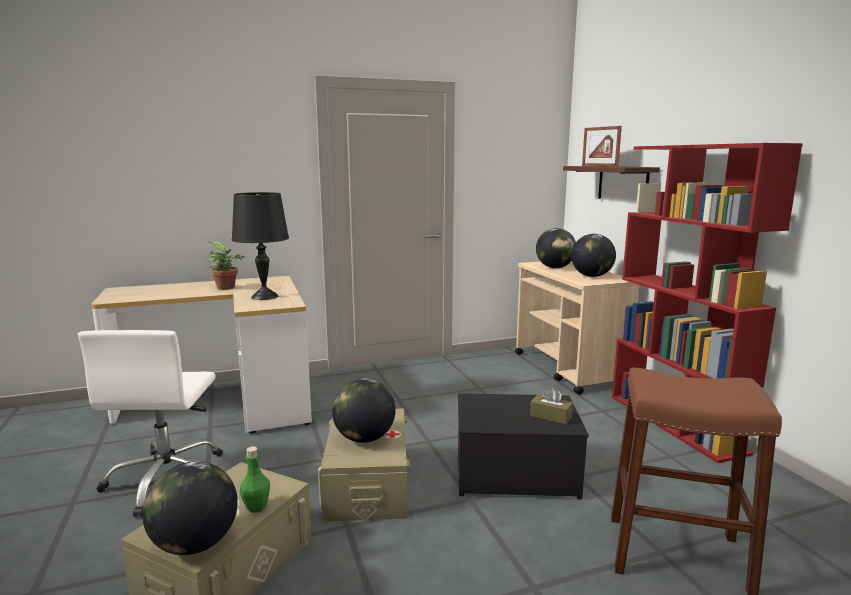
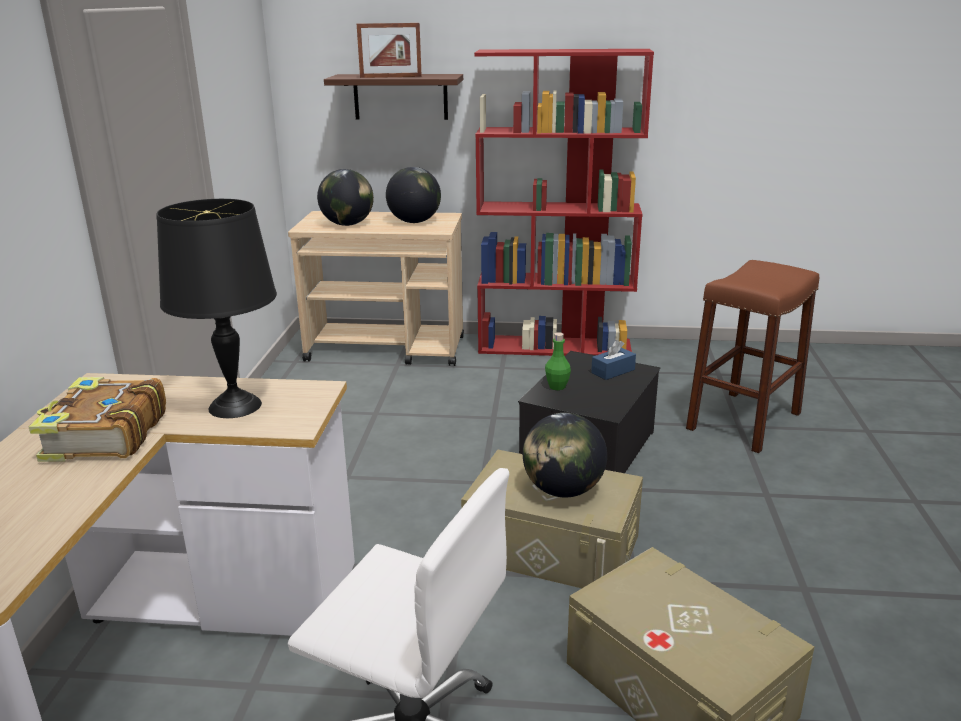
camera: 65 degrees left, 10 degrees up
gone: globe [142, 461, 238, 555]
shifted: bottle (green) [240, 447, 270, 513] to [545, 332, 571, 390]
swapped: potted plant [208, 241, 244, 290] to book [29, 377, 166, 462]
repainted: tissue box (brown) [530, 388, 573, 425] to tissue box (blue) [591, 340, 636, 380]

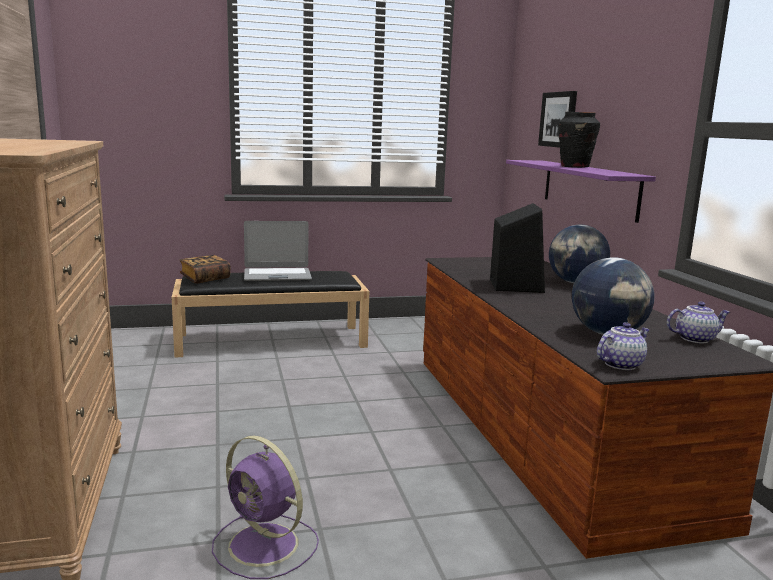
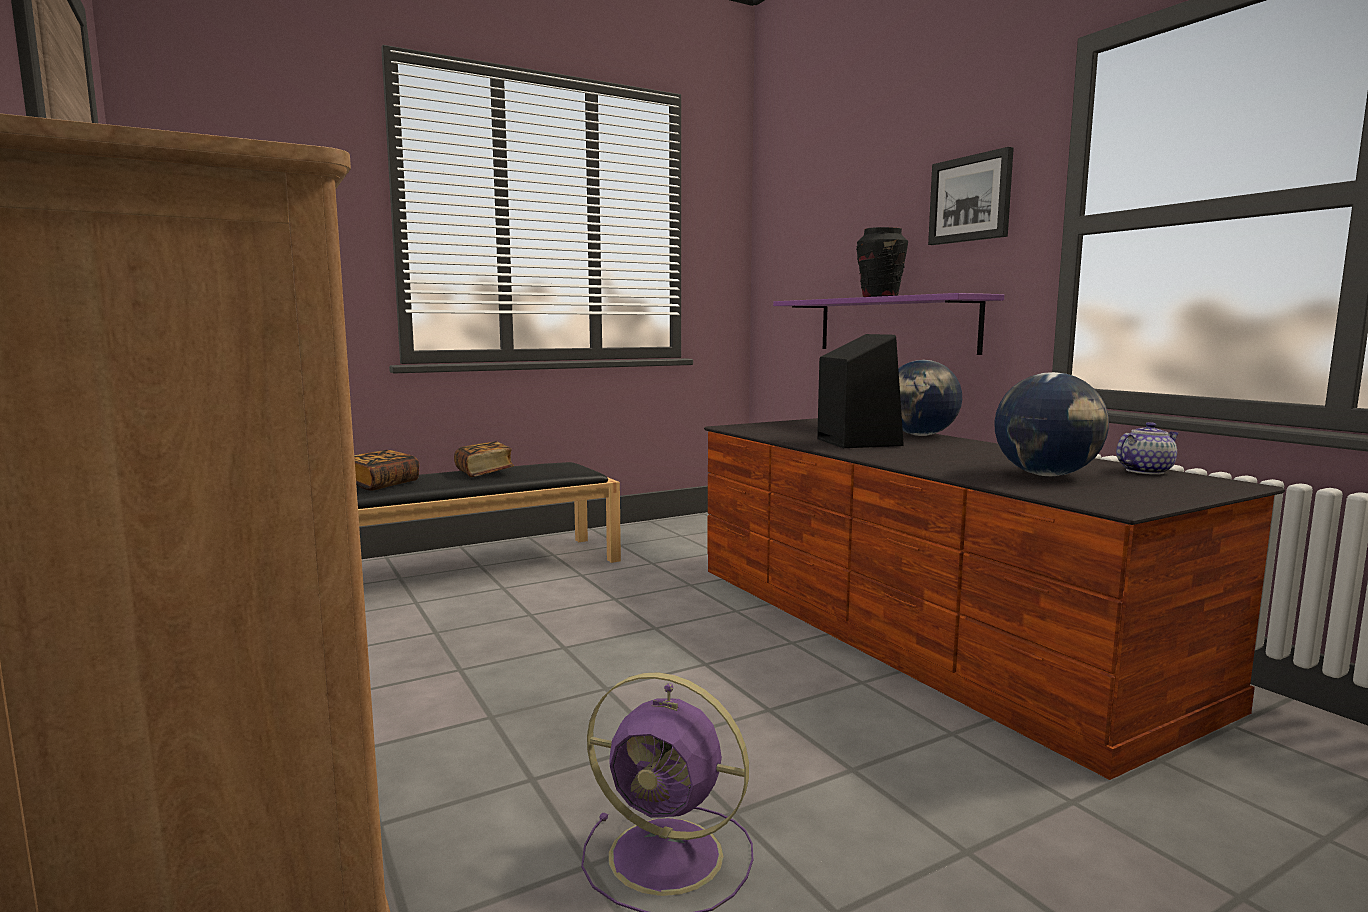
camera: 15 degrees left, 5 degrees down
gone: teapot [597, 322, 650, 370]
shifted: picture [538, 91, 577, 148] to [928, 147, 1014, 245]
swapped: laptop [244, 221, 312, 281] to book [454, 441, 514, 477]

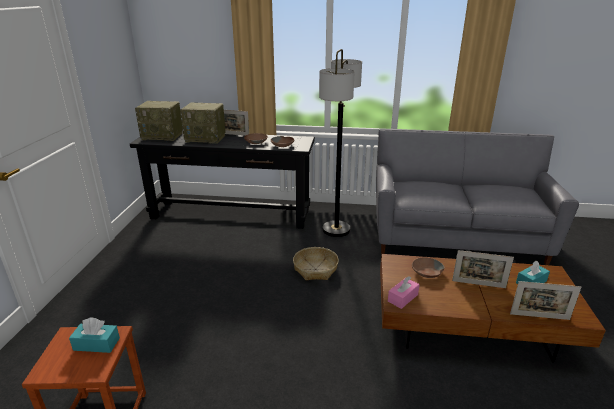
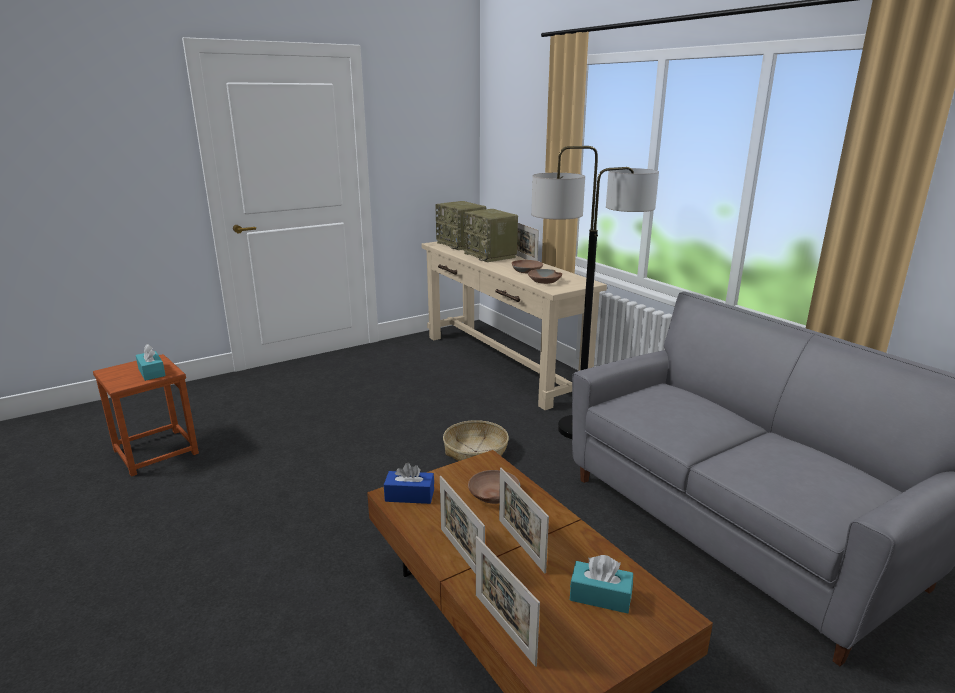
camera: 50 degrees right, 5 degrees down
new: picture frame [440, 476, 485, 574]
repainted: tissue box (pink) [388, 276, 420, 309] to tissue box (blue) [384, 463, 434, 504]; console table (black) [130, 131, 315, 229] to console table (beige) [421, 242, 607, 410]

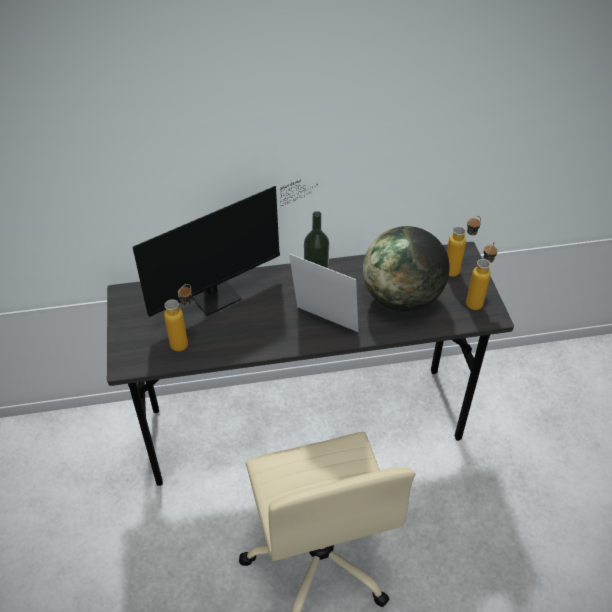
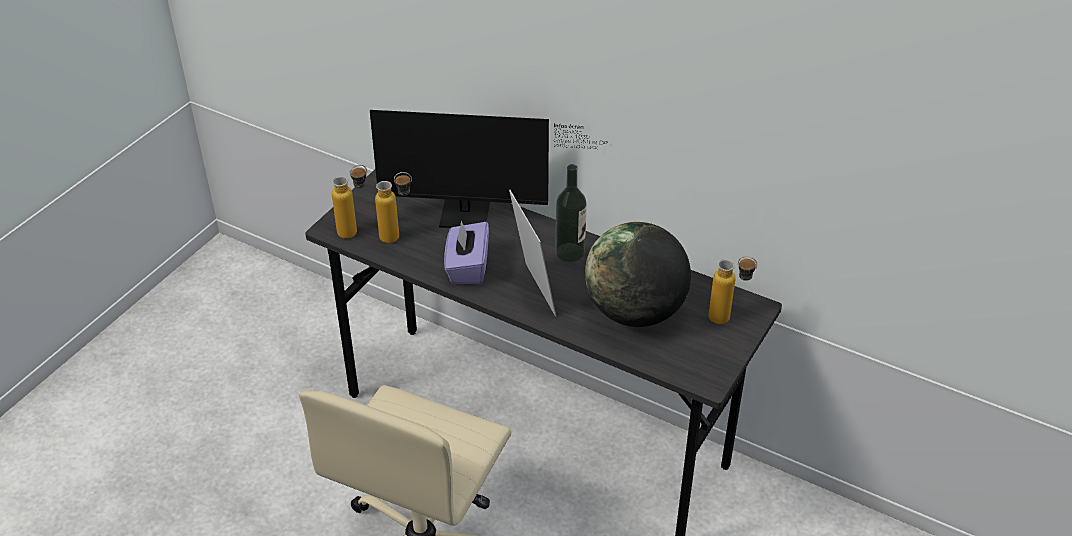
camera: 40 degrees right, 5 degrees down
new: tissue box (purple) [444, 220, 489, 284]
shifted: bottle [466, 242, 498, 310] to [332, 165, 367, 239]

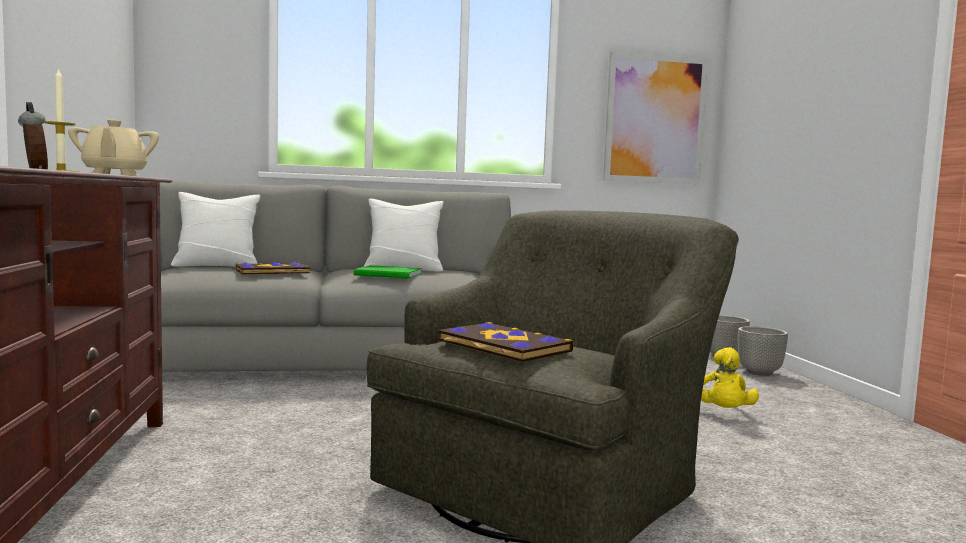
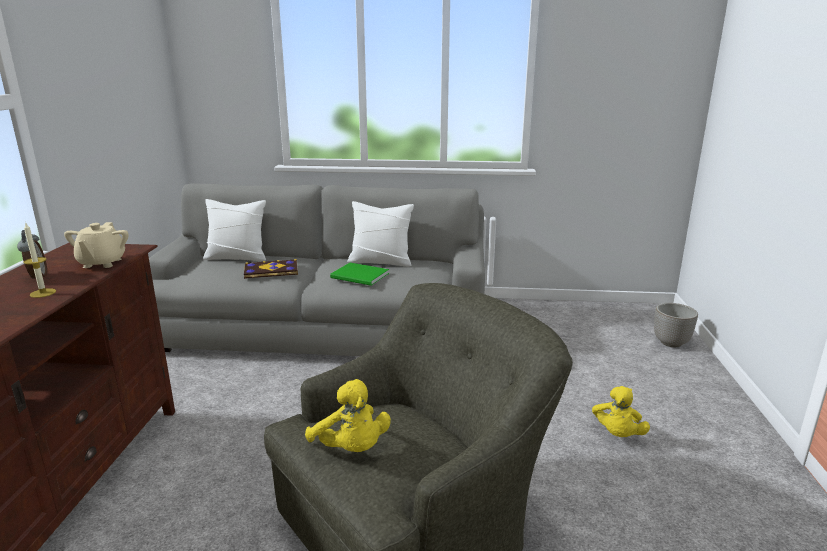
camera: 15 degrees right, 15 degrees up
gone: picture [603, 52, 708, 184]; planter [738, 326, 788, 376]
swapped: book [438, 322, 574, 362] to plush toy (yellow) [305, 379, 391, 452]

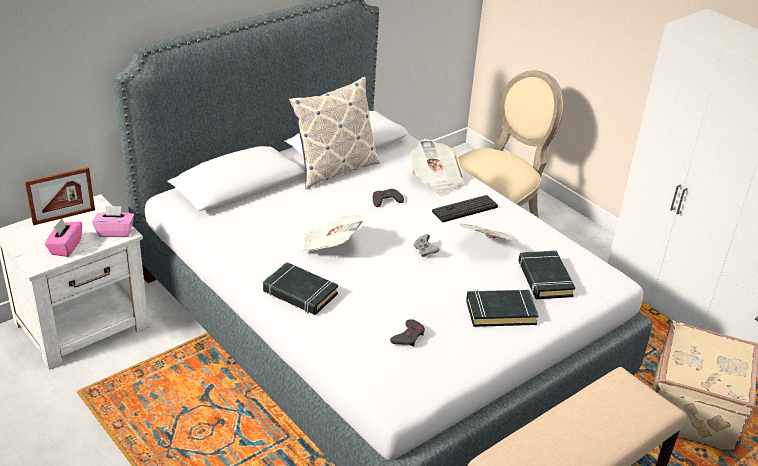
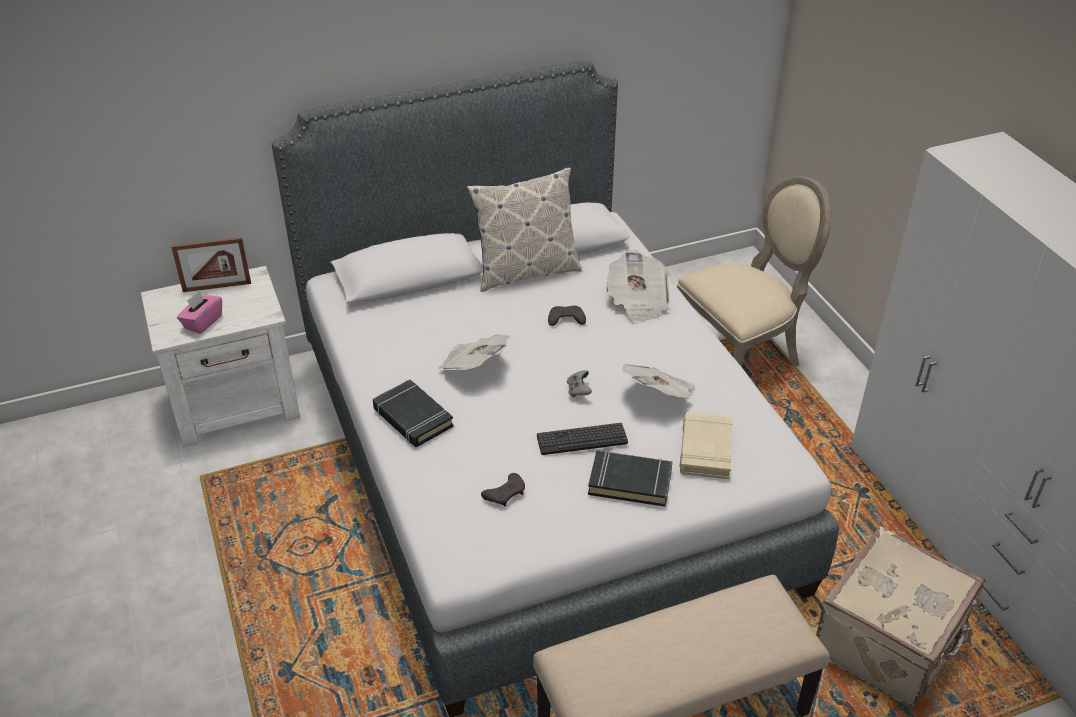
camera: 20 degrees right, 5 degrees up
gone: tissue box (pink) [92, 205, 134, 237]
shifted: keyboard [432, 195, 498, 222] to [537, 423, 628, 455]
repainted: book (black) [518, 250, 575, 299] to book (beige) [680, 412, 733, 479]

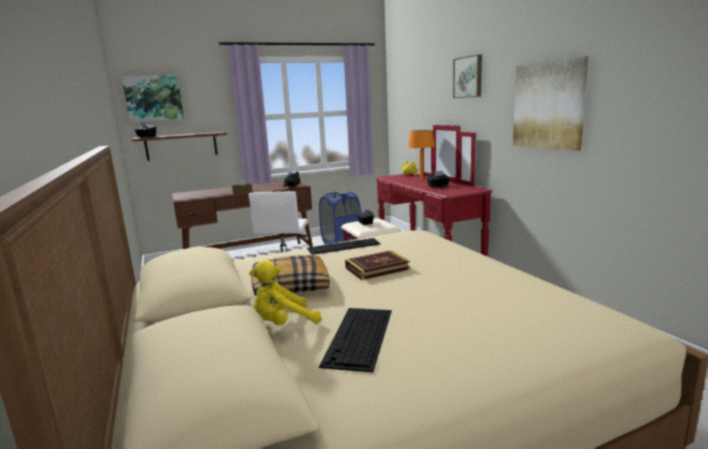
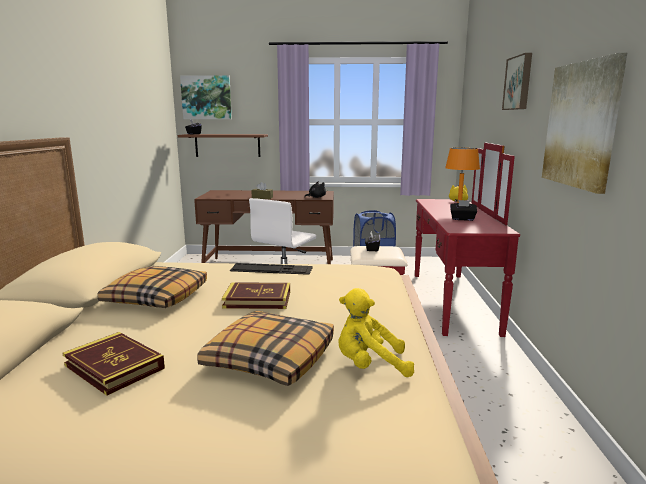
camera: 25 degrees right, 0 degrees up
new: pillow [197, 311, 334, 386]
shifted: plush toy (yellow) [249, 260, 321, 326] to [338, 288, 414, 377]
swapped: keyboard [319, 308, 392, 372] to book [63, 332, 165, 396]

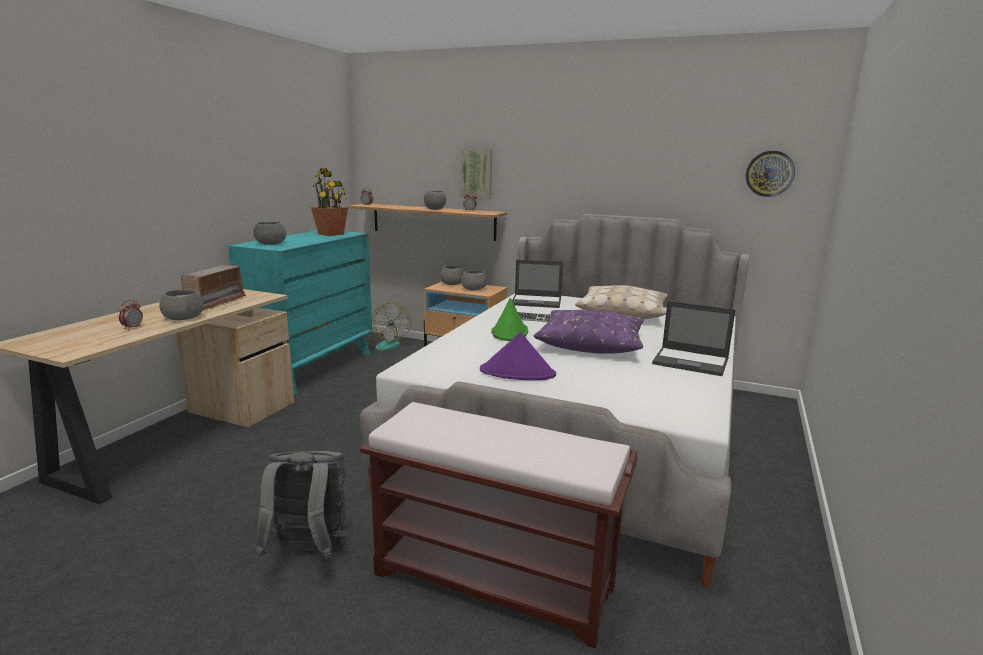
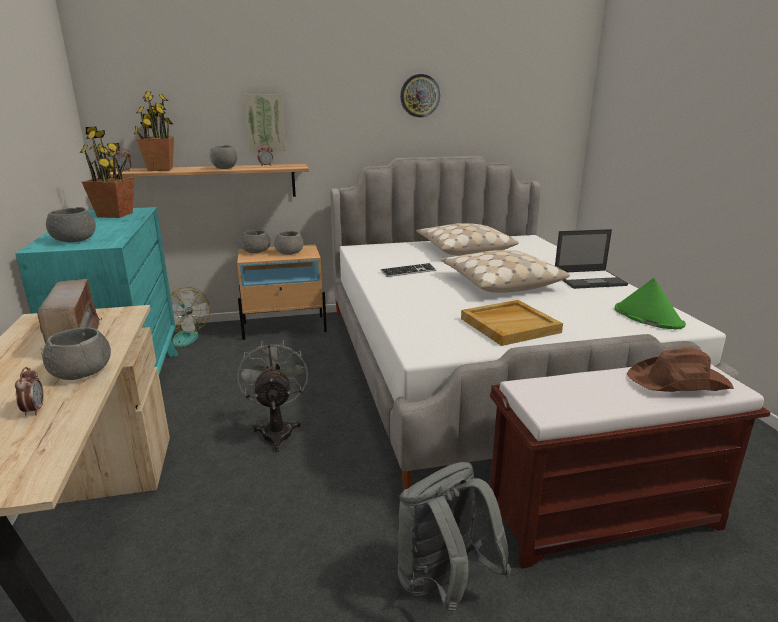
camera: 35 degrees left, 5 degrees up
gone: laptop [512, 260, 563, 308]
new: potted plant [134, 91, 174, 171]; fan (grey) [237, 340, 308, 452]; hat (brown) [627, 347, 734, 392]
shifted: wall clock [746, 151, 795, 197] to [400, 74, 440, 117]; hat (green) [491, 298, 528, 341] to [615, 278, 686, 329]
swapped: hat (purple) [480, 332, 556, 380] to tray (beige) [461, 300, 563, 346]
repainted: pillow (purple) [534, 310, 644, 354] to pillow (beige) [441, 250, 570, 293]

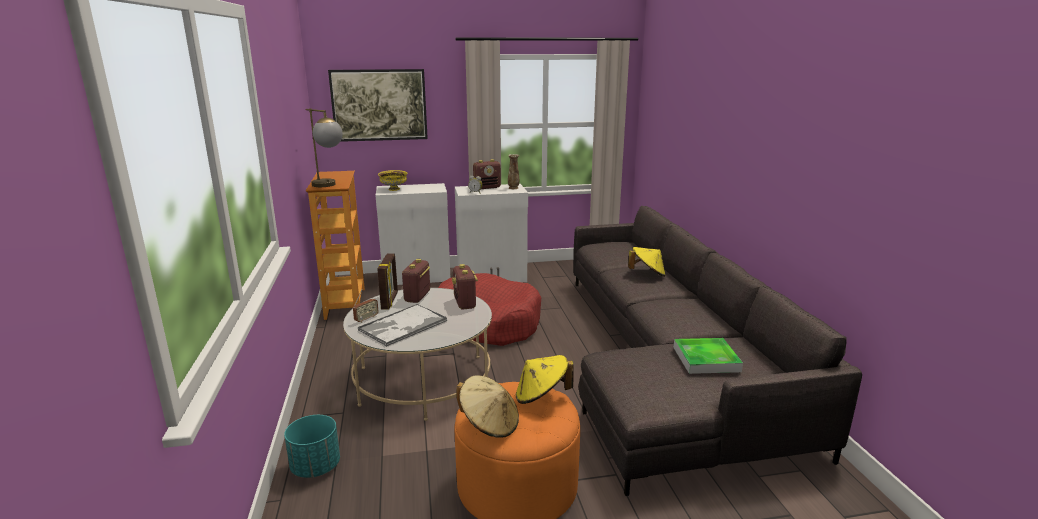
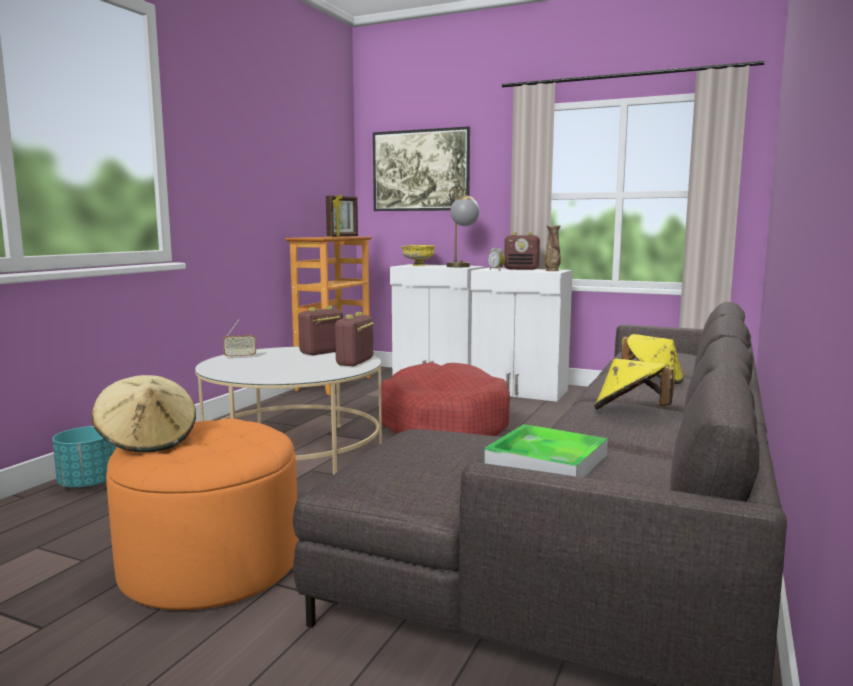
camera: 35 degrees right, 10 degrees down
gone: tray [358, 304, 447, 347]
shifted: picture frame [377, 254, 398, 310] to [326, 195, 358, 237]; table lamp [305, 108, 343, 187] to [447, 188, 480, 267]; hat (yellow) [516, 355, 574, 404] to [594, 359, 675, 409]

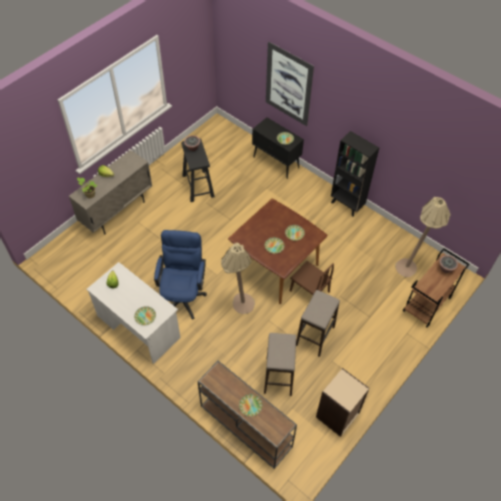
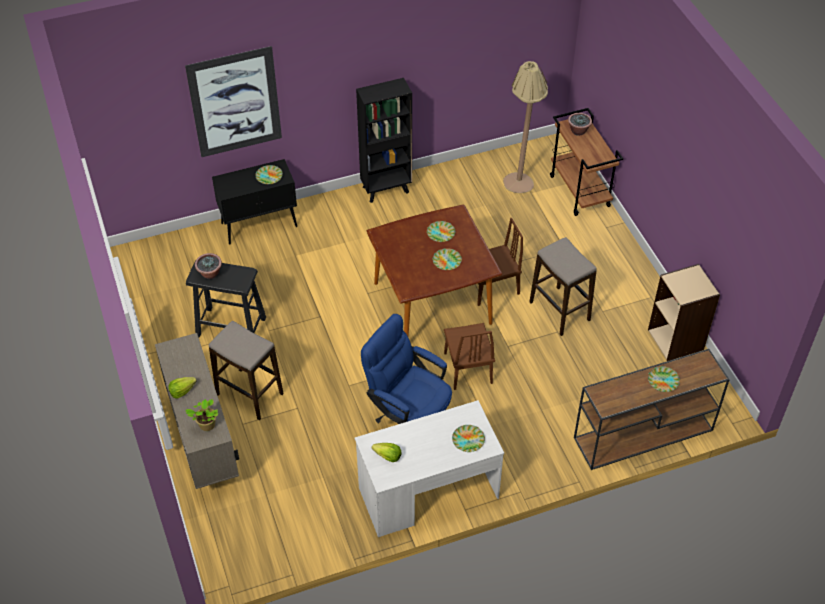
camera: 60 degrees left, 5 degrees down
shifted: stool [264, 333, 296, 396] to [209, 321, 284, 420]
swapped: floor lamp (beige) [221, 243, 255, 314] to chair (brown) [444, 323, 495, 390]

